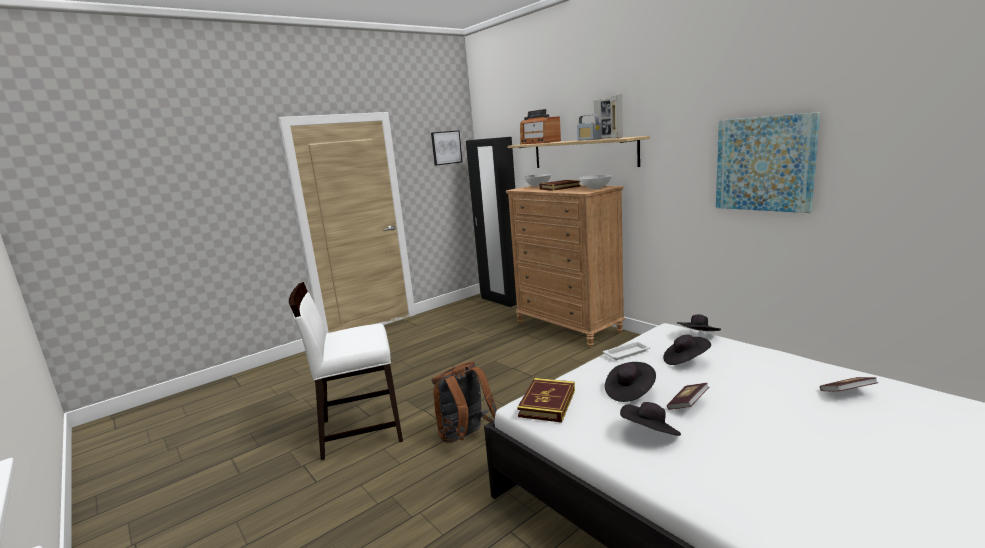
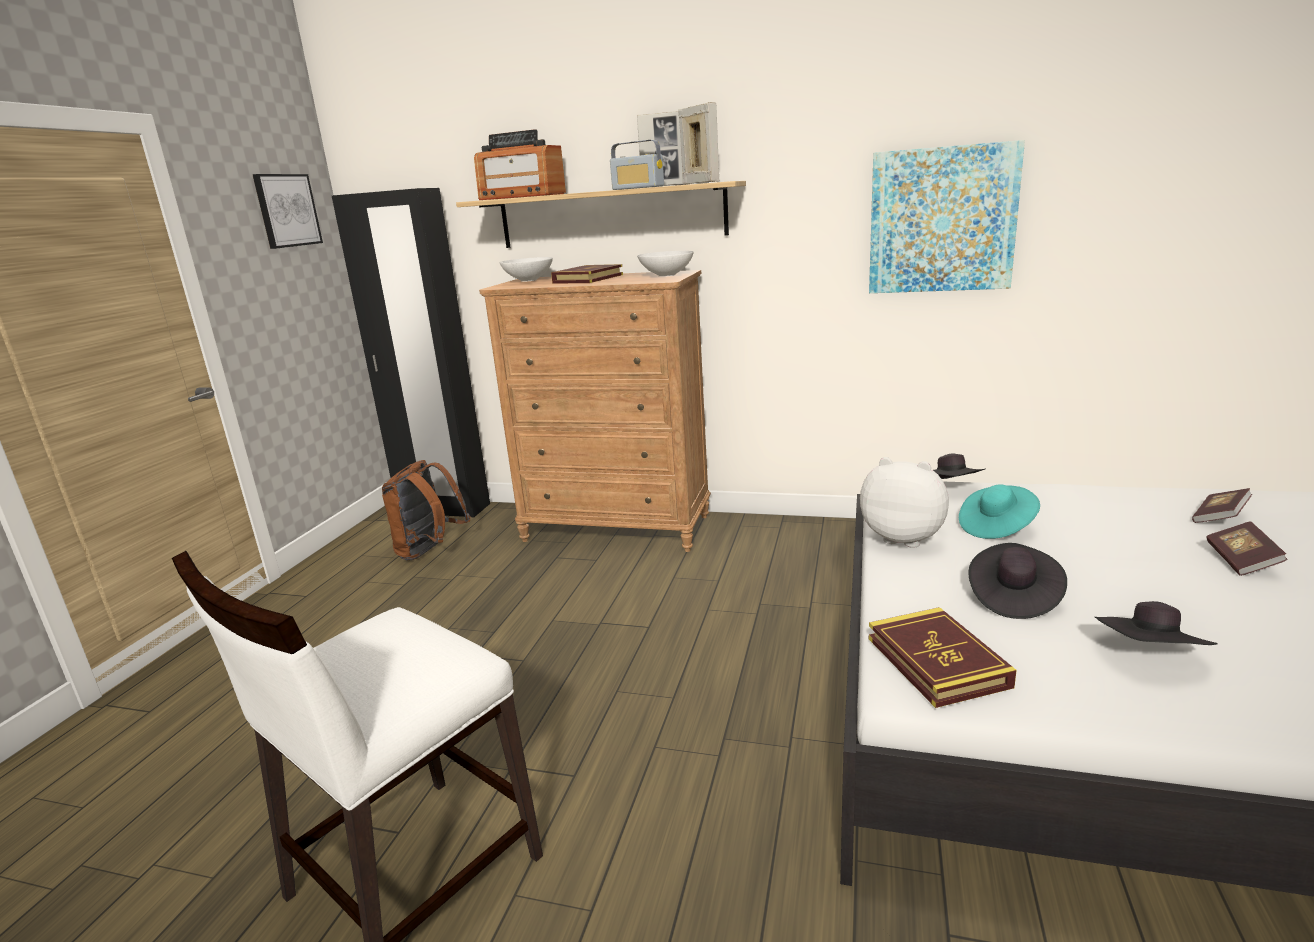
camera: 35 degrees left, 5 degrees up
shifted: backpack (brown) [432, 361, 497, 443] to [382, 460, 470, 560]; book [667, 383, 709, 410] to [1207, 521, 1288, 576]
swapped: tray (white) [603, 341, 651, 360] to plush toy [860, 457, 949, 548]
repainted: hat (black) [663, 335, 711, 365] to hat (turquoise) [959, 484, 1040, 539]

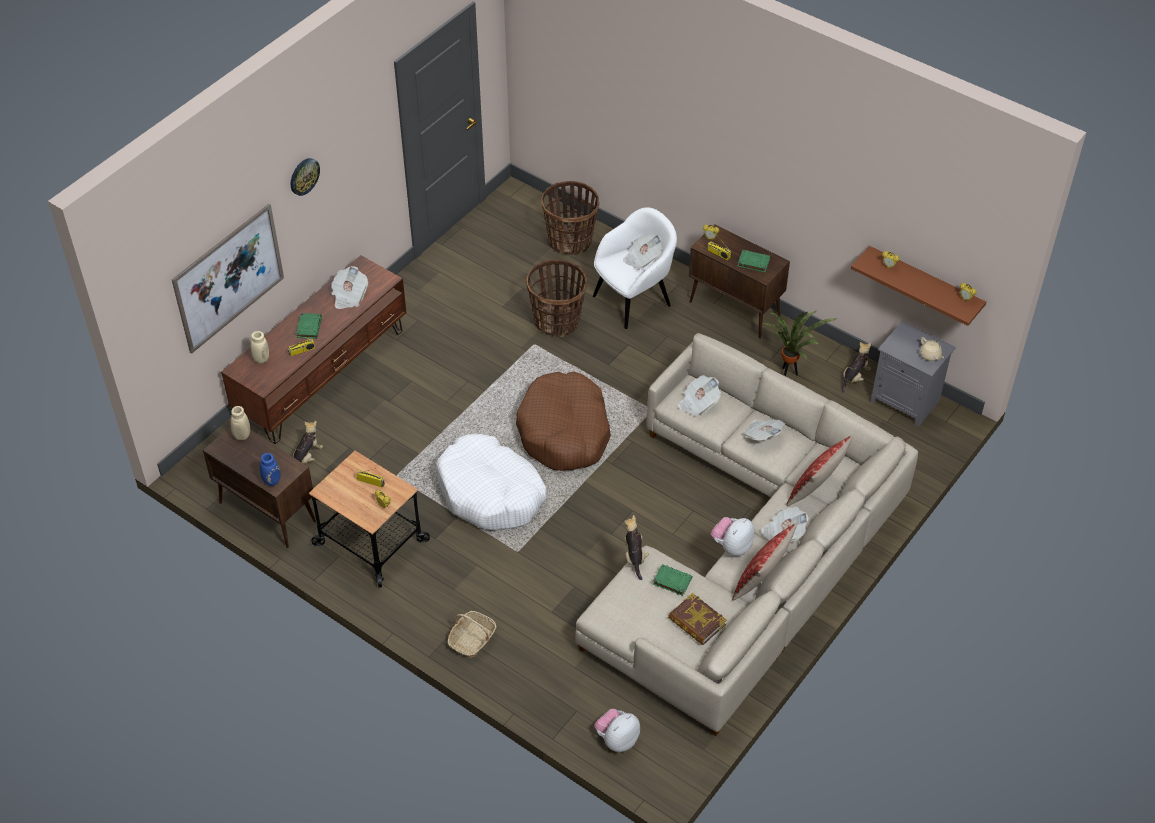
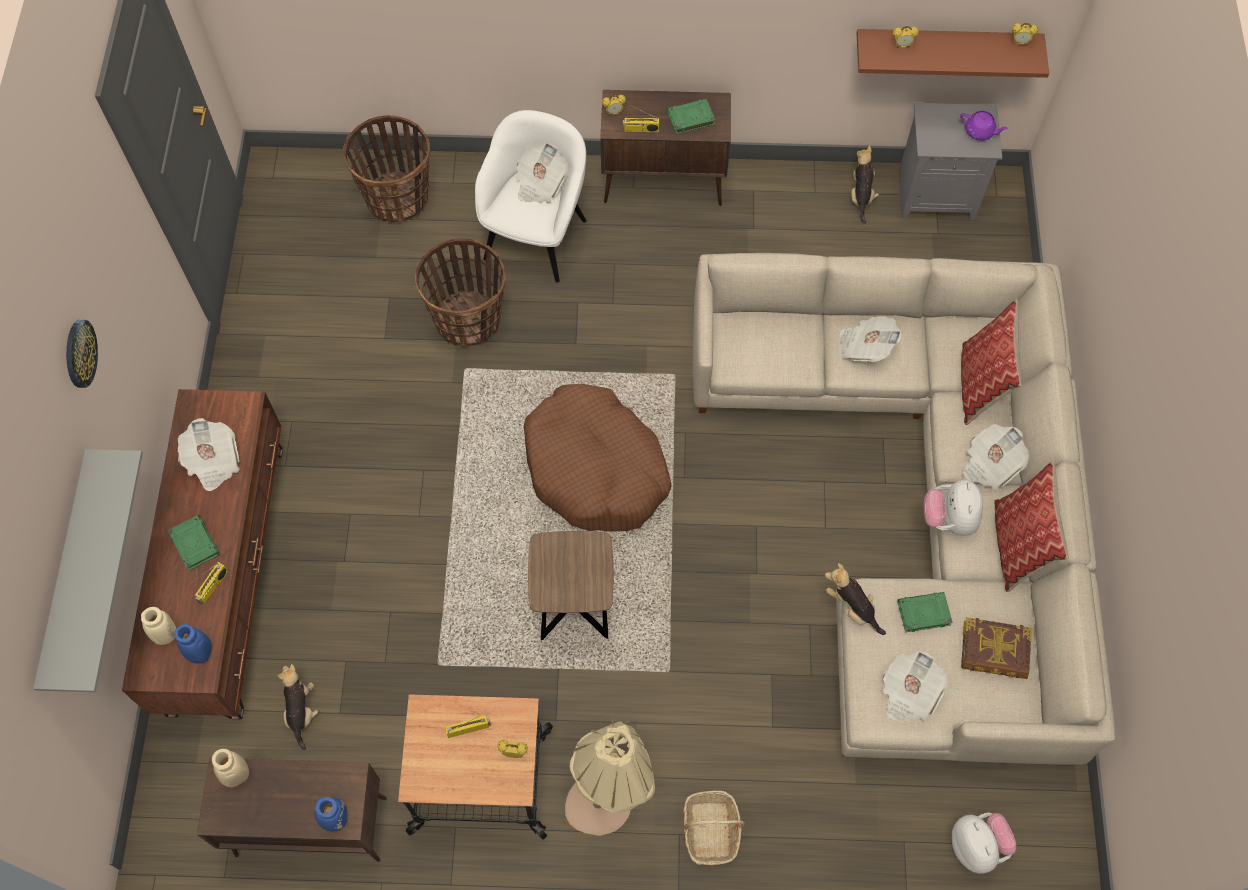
camera: 35 degrees left, 15 degrees up
gone: potted plant [761, 310, 837, 376]
new: vase (blue) [174, 624, 212, 663]; floor lamp (beige) [565, 719, 655, 836]
shifted: newspaper [678, 375, 721, 417] to [882, 651, 948, 721]
swapped: picture [171, 204, 284, 354] to shelf (grey) [33, 449, 143, 692]; dog bed (white) [436, 434, 547, 530] to side table (brown) [528, 531, 614, 640]
repainted: teapot (beige) [919, 337, 944, 361] to teapot (purple) [960, 111, 1008, 141]
rotated: plush toy [594, 709, 640, 752] = [952, 813, 1016, 874] 150 degrees clockwise

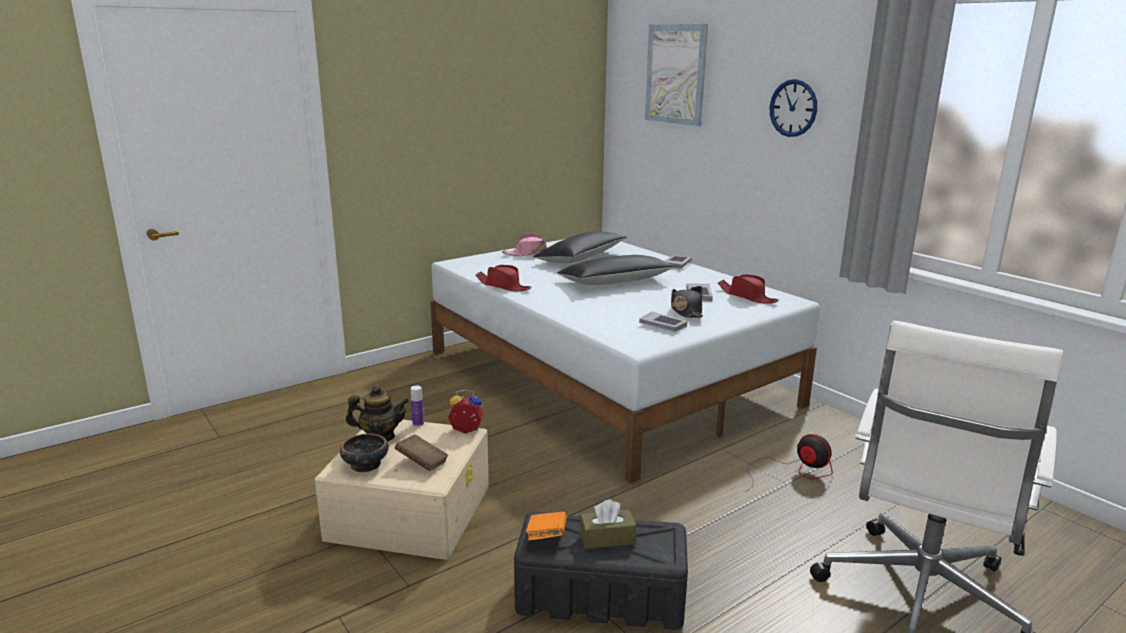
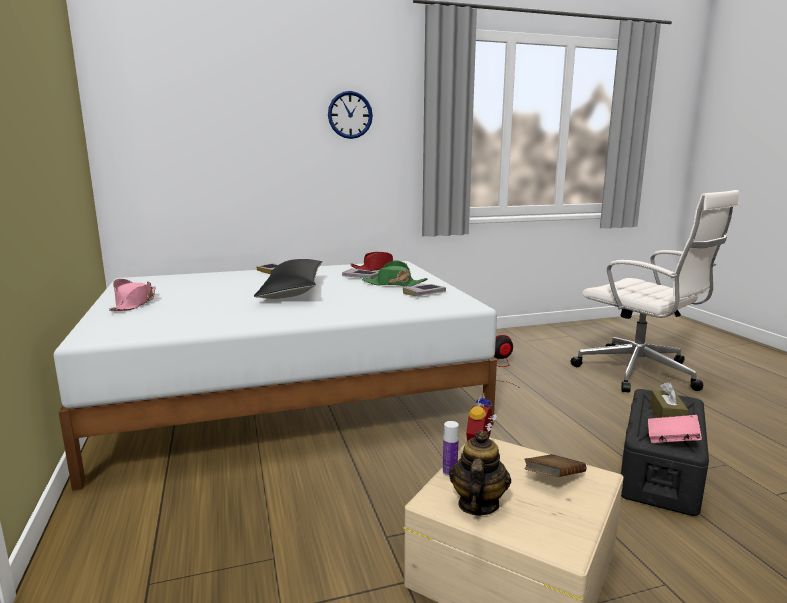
camera: 70 degrees left, 5 degrees down
gone: bowl [340, 433, 389, 472]; hat (red) [475, 265, 532, 291]; pillow (black) [533, 231, 627, 263]; picture [645, 24, 708, 126]
repainted: hat (black) [671, 286, 703, 318] to hat (green) [362, 260, 427, 287]; book (orange) [526, 512, 567, 541] to book (pink) [648, 415, 702, 443]

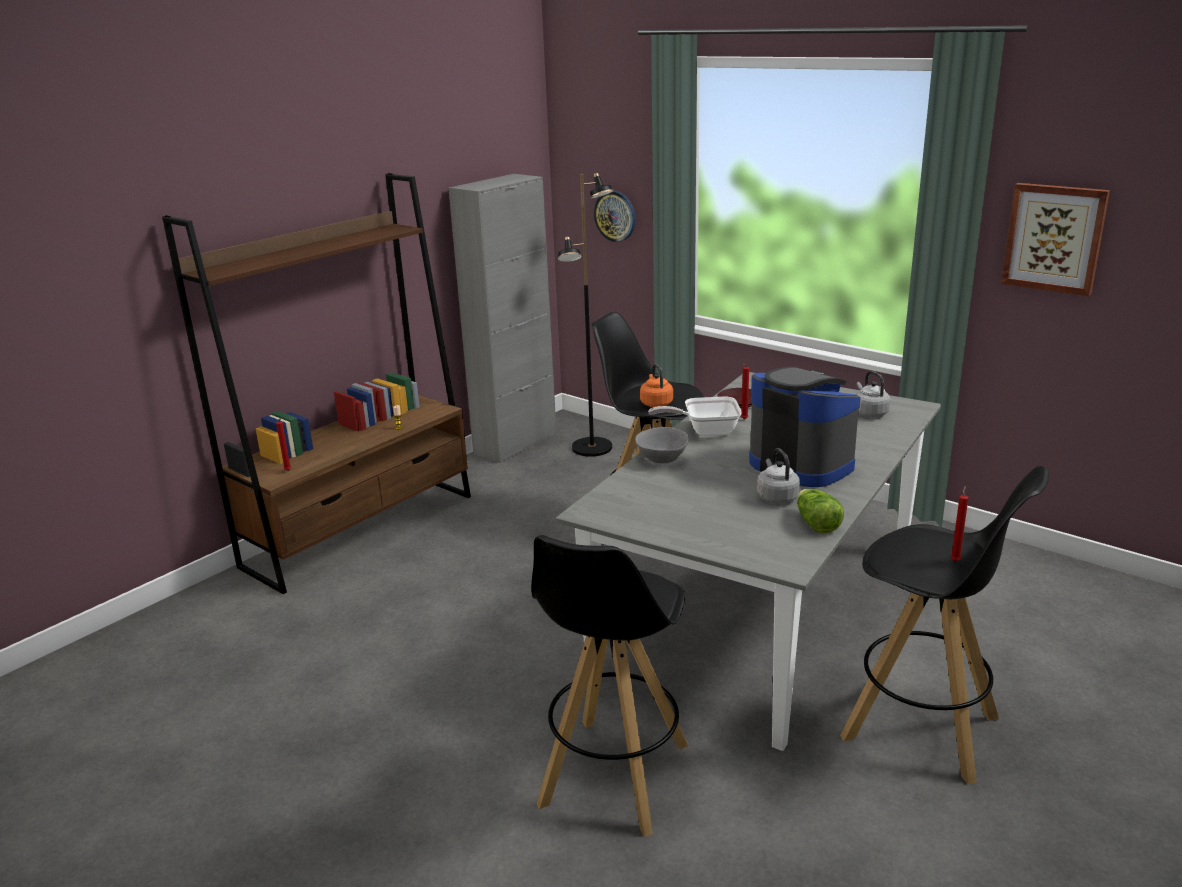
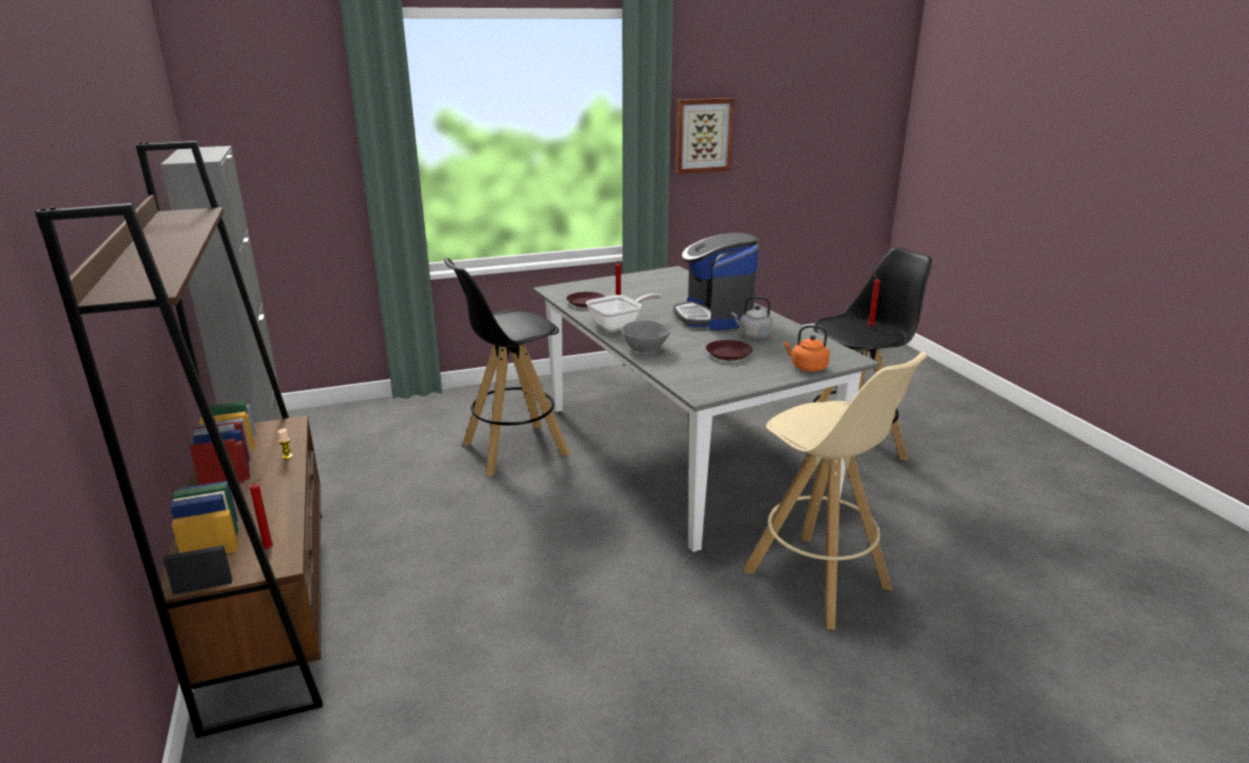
camera: 60 degrees left, 0 degrees up
gone: floor lamp (black) [558, 173, 614, 457]; wall clock [594, 191, 635, 242]; lettuce [797, 489, 844, 533]; kettle (grey) [855, 371, 890, 417]
new: plate (brown) [706, 340, 753, 361]
shifted: kettle (orange) [640, 364, 673, 407] to [783, 325, 830, 372]
repainted: stool (black) [531, 535, 688, 837] to stool (beige) [744, 352, 927, 630]
rotated: frying pan [648, 397, 742, 436] = [586, 293, 662, 330] 150 degrees counterclockwise; coffee machine [749, 367, 861, 487] = [673, 233, 759, 330] 90 degrees counterclockwise

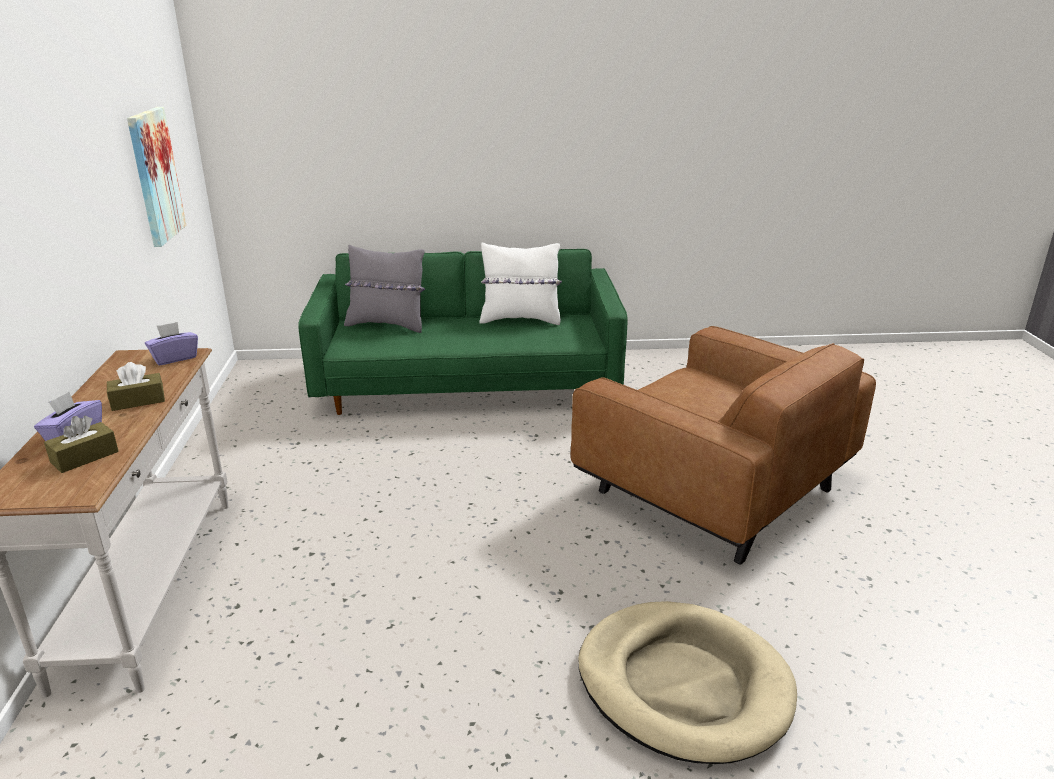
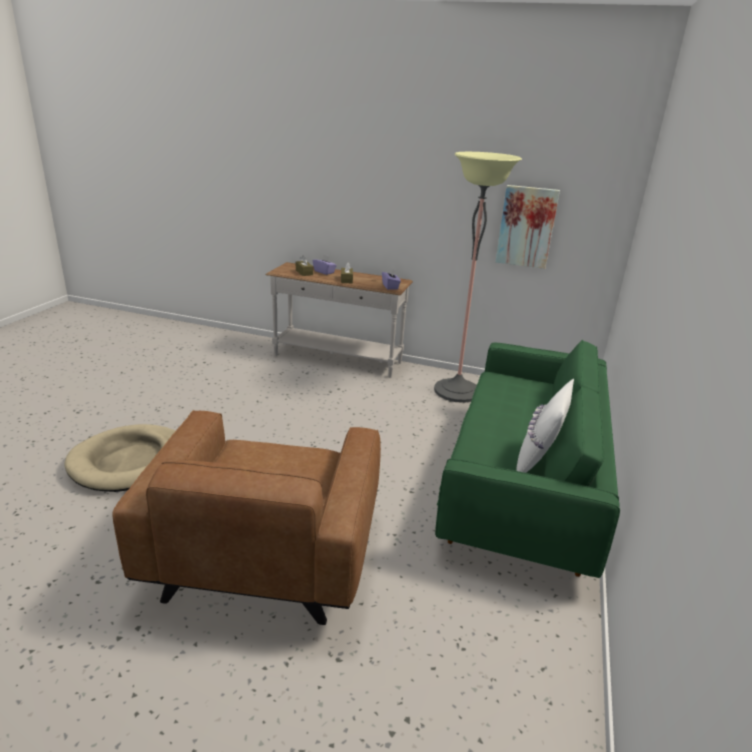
camera: 110 degrees right, 0 degrees up
gone: pillow (grey) [344, 245, 425, 333]
new: floor lamp [434, 152, 522, 403]
rotated: armchair (brown) [571, 326, 876, 565] = [112, 410, 381, 625] 60 degrees counterclockwise

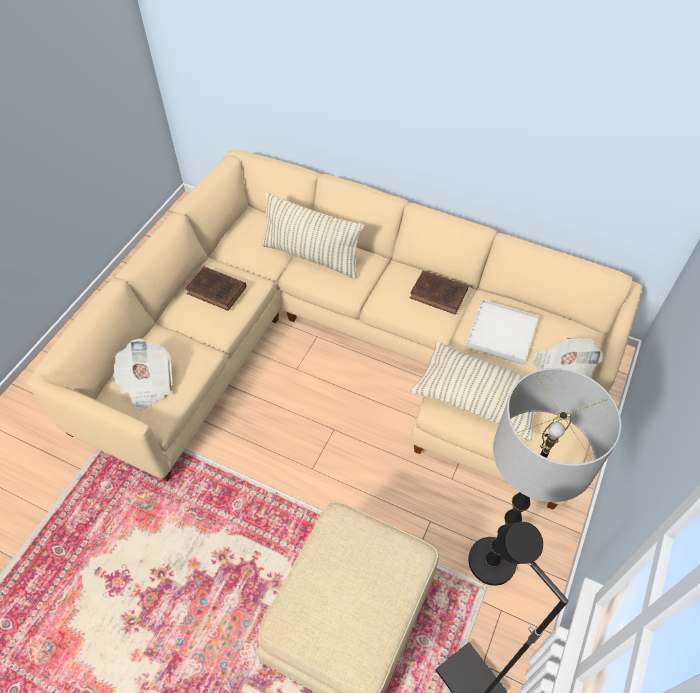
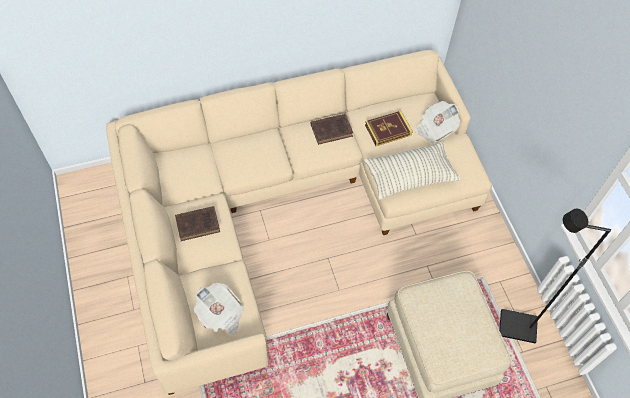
camera: 45 degrees left, 5 degrees up
gone: pillow [261, 192, 364, 279]; floor lamp [468, 368, 621, 586]
swapped: tray (white) [466, 300, 539, 365] to book [365, 111, 413, 146]

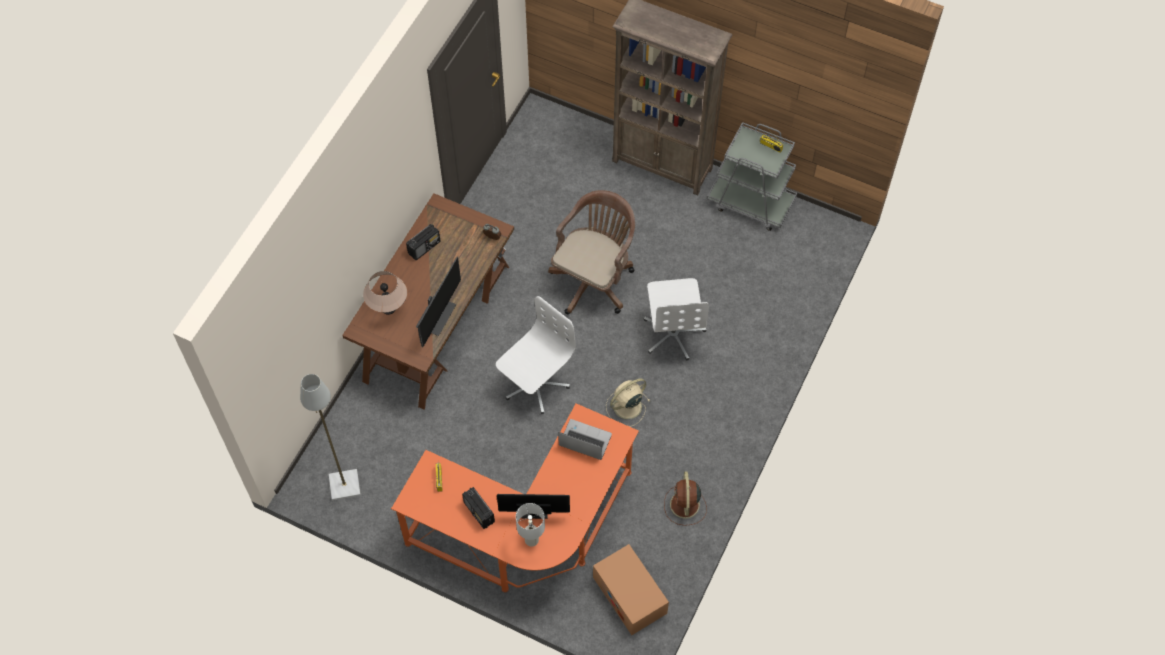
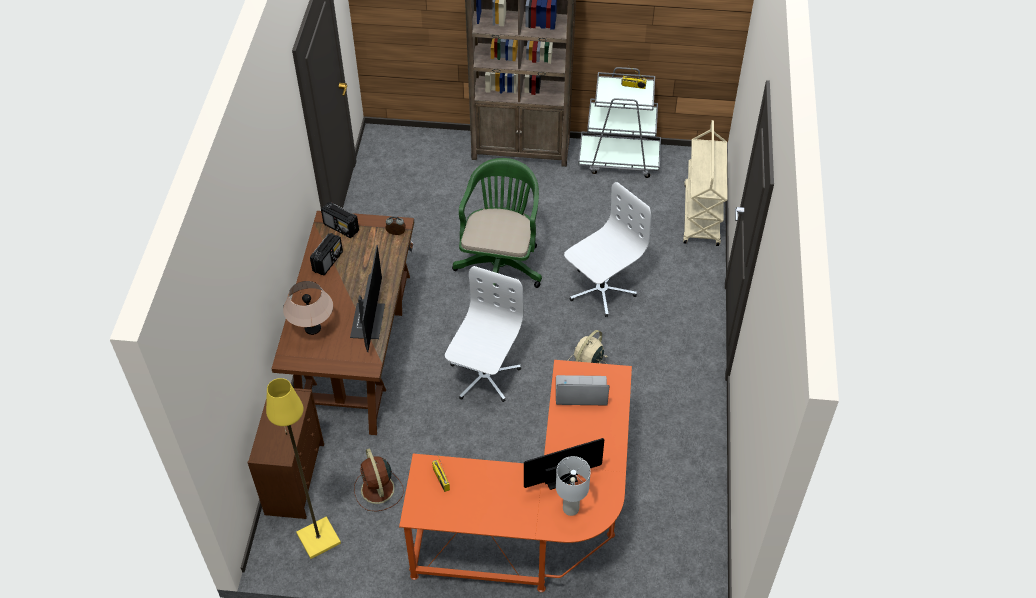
camera: 20 degrees left, 10 degrees down
gone: cardboard box [593, 544, 669, 635]
new: dresser (brown) [247, 388, 324, 519]; cart (beige) [683, 120, 727, 246]
shifted: radio [462, 487, 495, 529] to [321, 202, 359, 238]; fan (brown) [664, 471, 707, 526] to [354, 449, 404, 512]
repainted: floor lamp (grey) [300, 374, 361, 501] to floor lamp (yellow) [266, 378, 341, 559]; office chair (brown) [548, 190, 635, 314] to office chair (green) [452, 158, 542, 288]
rotated: office chair (white) [644, 278, 709, 361] = [564, 182, 651, 317] 105 degrees counterclockwise

